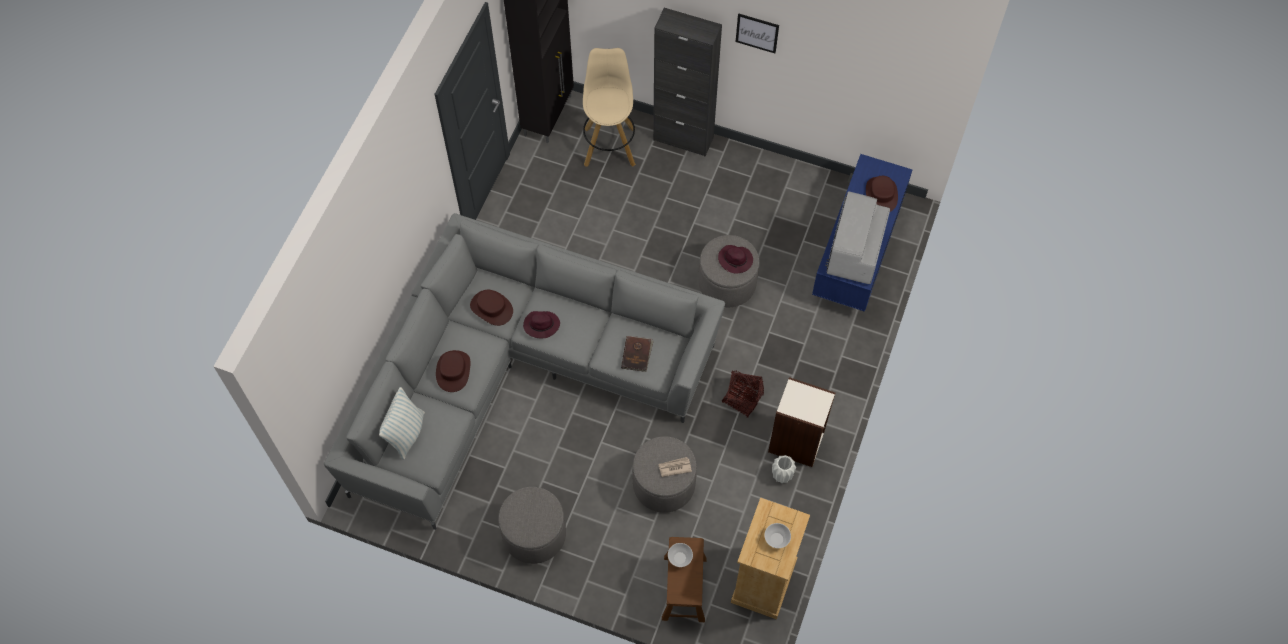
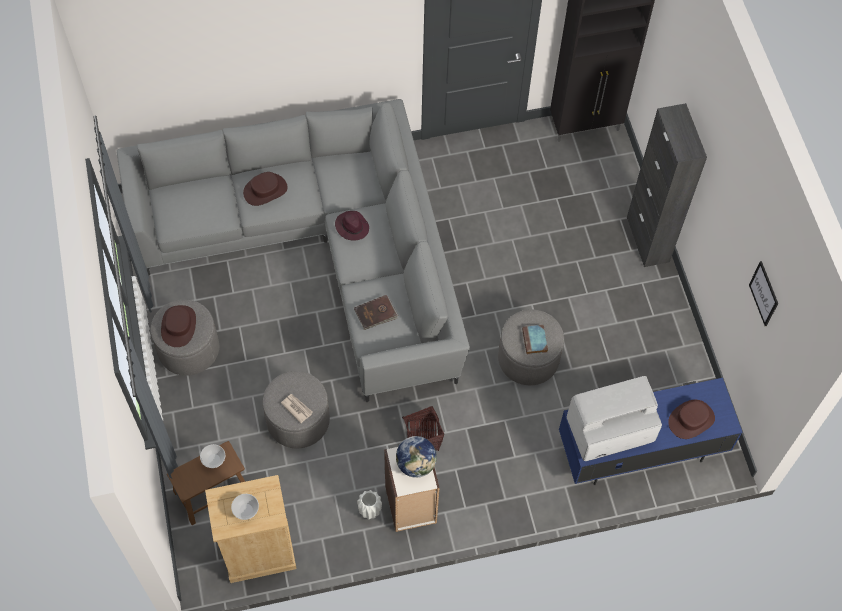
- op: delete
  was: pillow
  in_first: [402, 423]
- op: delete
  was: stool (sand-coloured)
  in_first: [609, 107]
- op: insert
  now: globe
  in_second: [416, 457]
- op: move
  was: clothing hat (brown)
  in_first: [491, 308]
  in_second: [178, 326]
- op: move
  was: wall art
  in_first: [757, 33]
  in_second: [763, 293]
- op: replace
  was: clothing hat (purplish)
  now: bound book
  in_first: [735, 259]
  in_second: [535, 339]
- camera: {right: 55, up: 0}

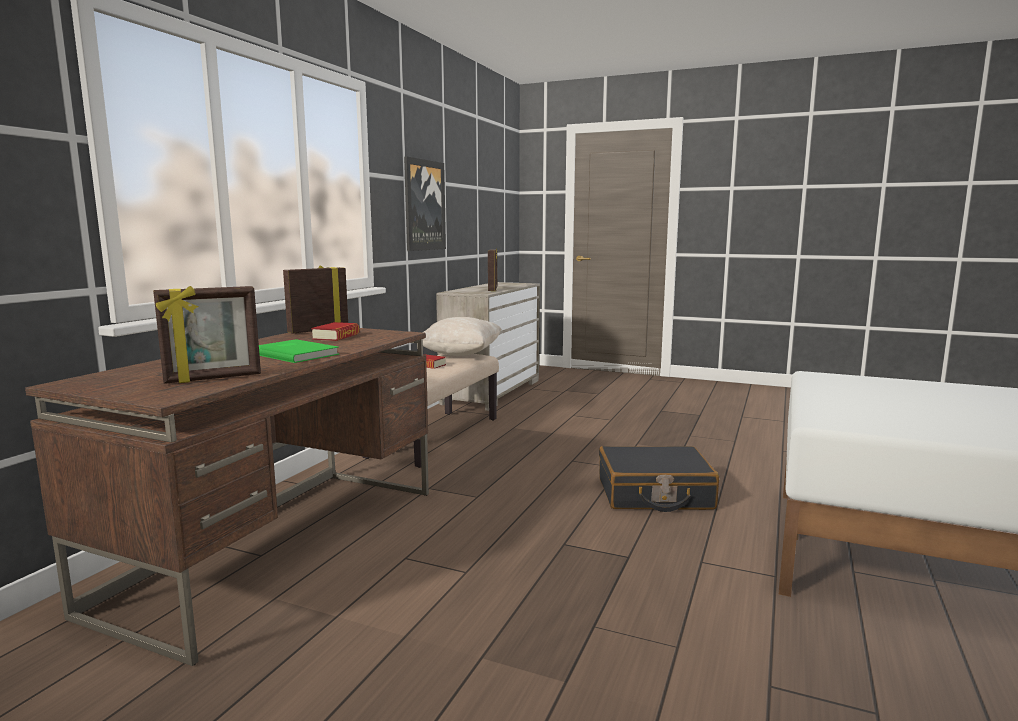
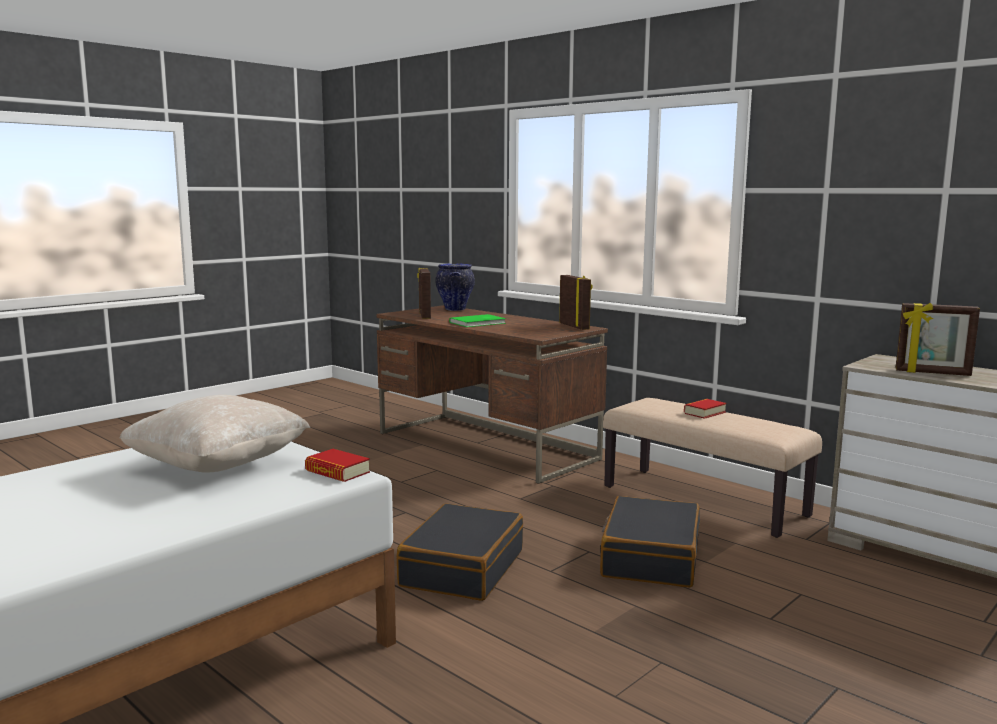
- op: delete
  was: wall art
  in_first: [425, 203]
- op: insert
  now: flower vase
  in_second: [455, 287]
- op: insert
  now: suitcase (black)
  in_second: [650, 541]
- op: move
  was: bound book
  in_first: [335, 331]
  in_second: [337, 465]
- op: move
  was: pillow (sand-coloured)
  in_first: [462, 336]
  in_second: [214, 434]
- camera: {right: 110, up: 0}

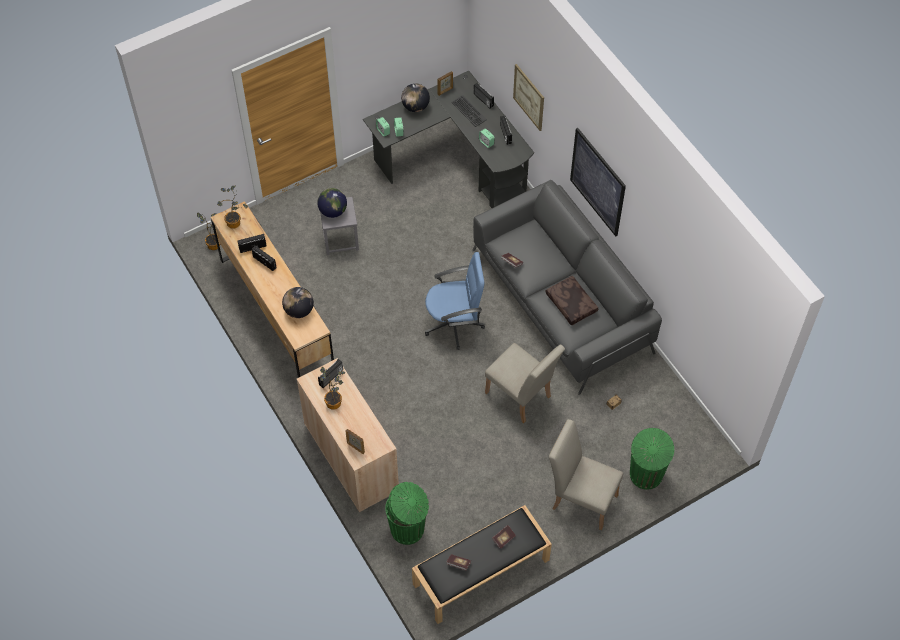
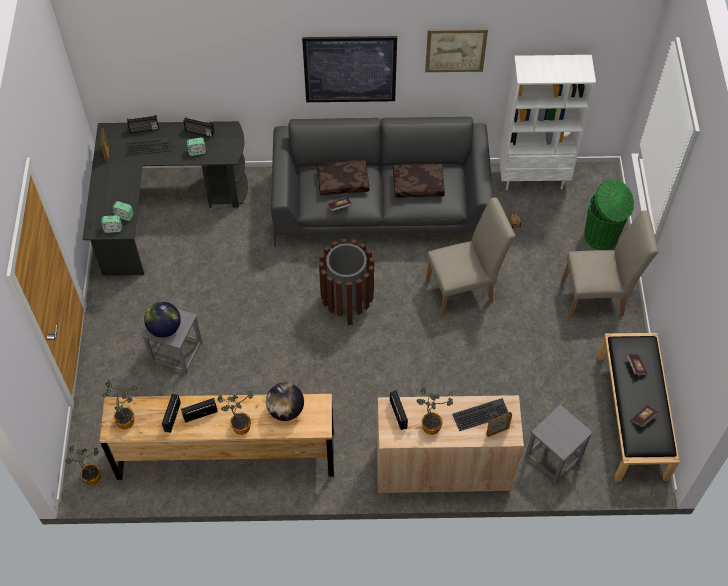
- op: delete
  was: globe
  in_first: [415, 97]
- op: insert
  now: plant in a pot
  in_second: [235, 413]
- op: insert
  now: pillow (brown)
  in_second: [343, 177]
- op: insert
  now: PC keyboard
  in_second: [480, 414]
- op: insert
  now: bookcase (white-coloured)
  in_second: [547, 122]
- op: move
  was: wall art
  in_first: [528, 97]
  in_second: [456, 50]
- op: replace
  was: trash can (green)
  now: stool (grey)
  in_first: [407, 513]
  in_second: [559, 444]
- op: replace
  was: computer chair (blue)
  now: trash can (brown)
  in_first: [455, 301]
  in_second: [346, 282]
- op: rotate
  was: upright chair (sand-coloured)
  in_first: [586, 475]
  in_second: [609, 264]
  clockwise: -150
- camera: {right: -60, up: 0}

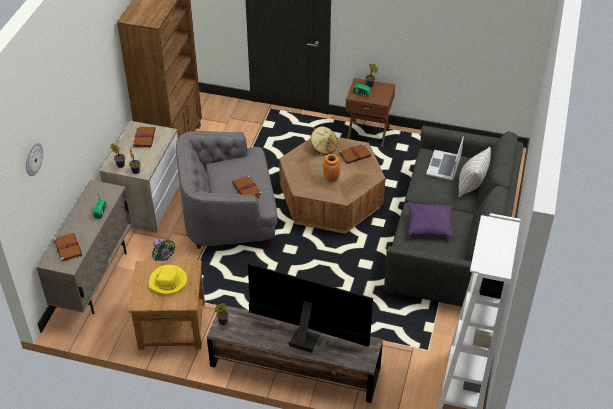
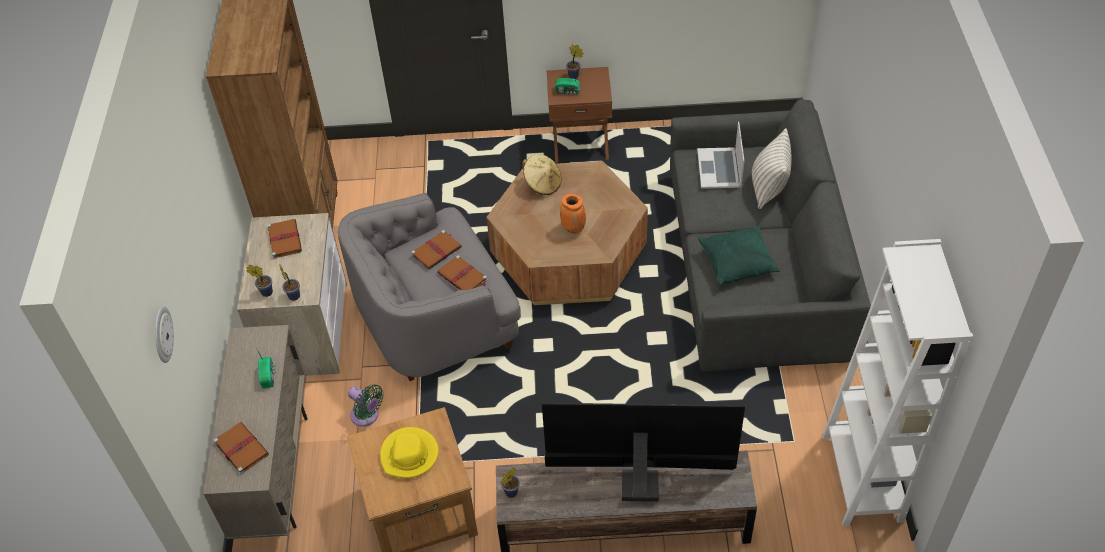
- op: move
  was: bound book (brown)
  in_first: [355, 154]
  in_second: [436, 250]
- op: recolor
  was: pillow (purplish)
  now: pillow (green)
  in_first: [430, 220]
  in_second: [739, 255]
- camera: {right: -15, up: 5}

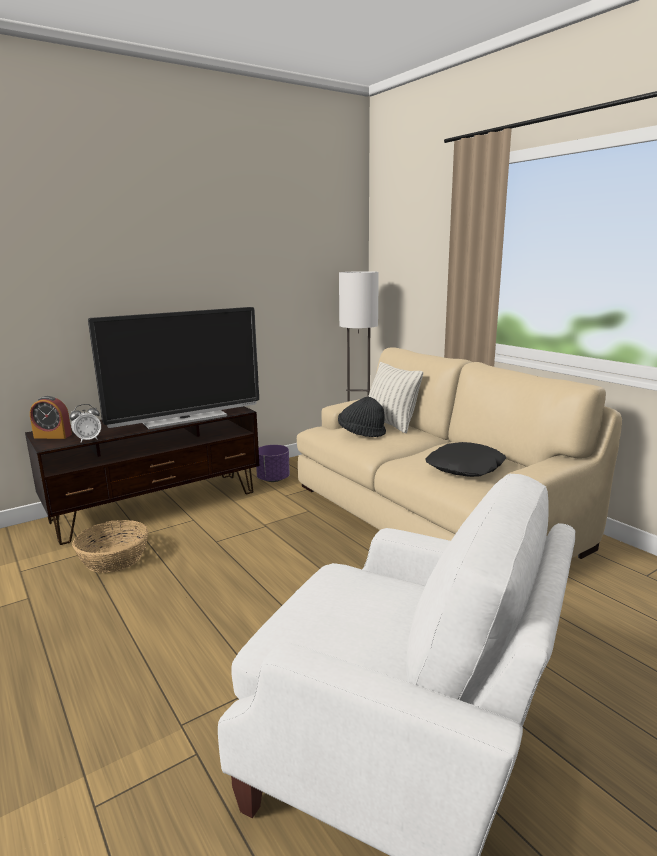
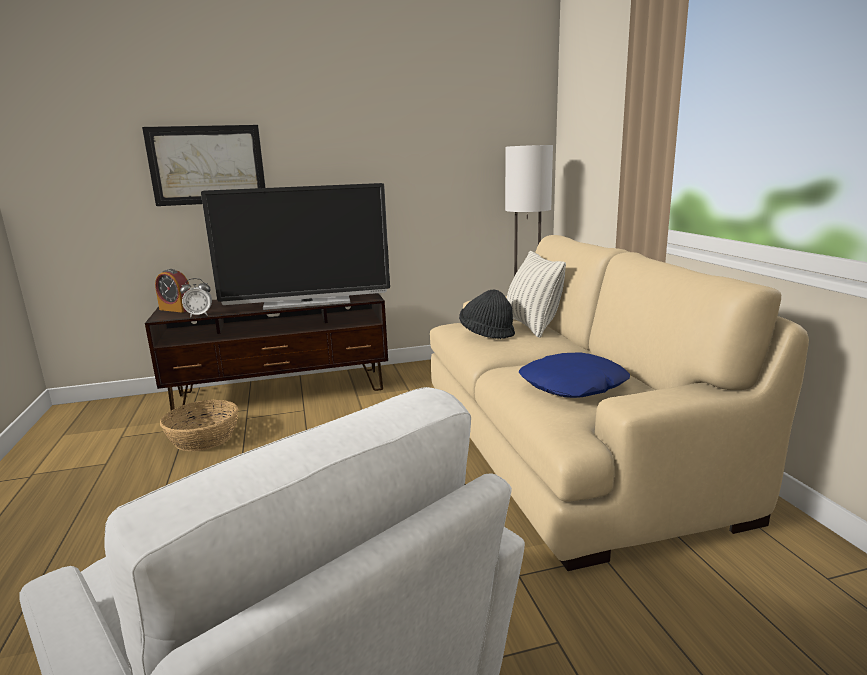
- op: delete
  was: planter (purplish)
  in_first: [273, 463]
- op: insert
  now: wall art
  in_second: [203, 165]
- op: recolor
  was: pillow (black)
  now: pillow (blue)
  in_first: [466, 459]
  in_second: [574, 375]
- camera: {right: 20, up: 0}

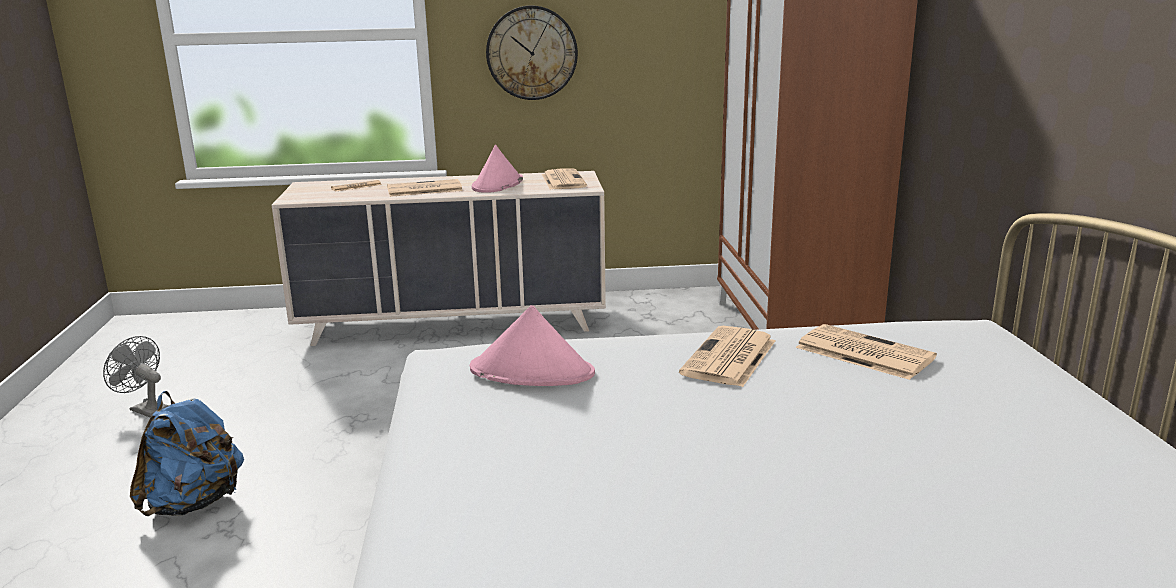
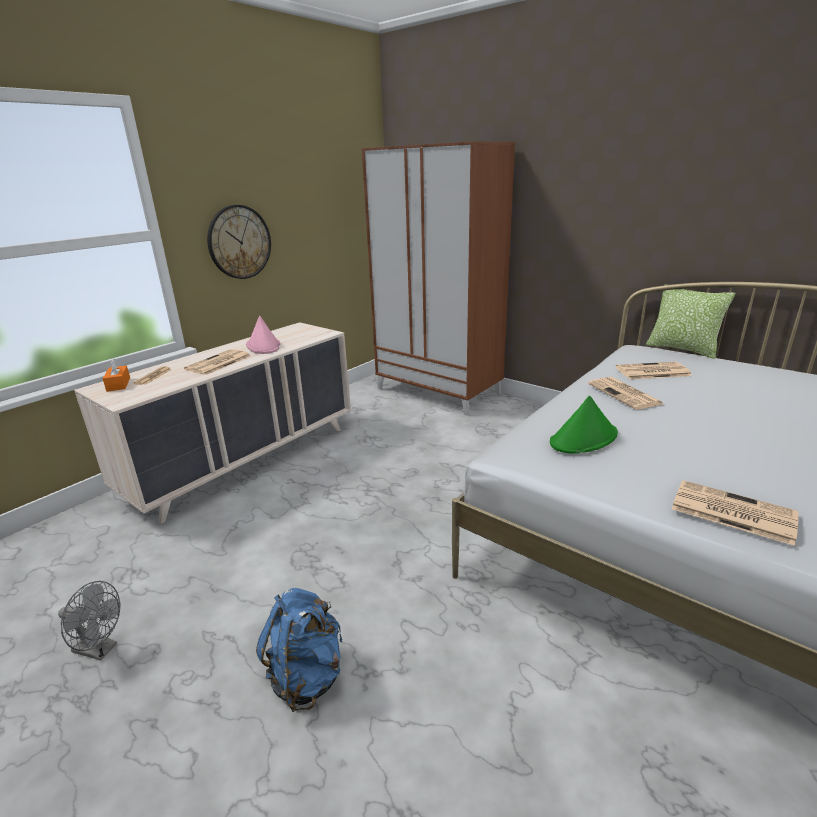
- op: insert
  now: box of tissues (orangey)
  in_second: [116, 375]
- op: insert
  now: pillow
  in_second: [690, 321]
- op: move
  was: newspaper
  in_first: [564, 178]
  in_second: [735, 513]
- op: recolor
  was: clothing hat (pink)
  now: clothing hat (green)
  in_first: [532, 345]
  in_second: [584, 424]
- op: rotate
  was: electric fan (grey)
  in_first: [135, 377]
  in_second: [89, 620]
  clockwise: -150
- camera: {right: -45, up: 5}

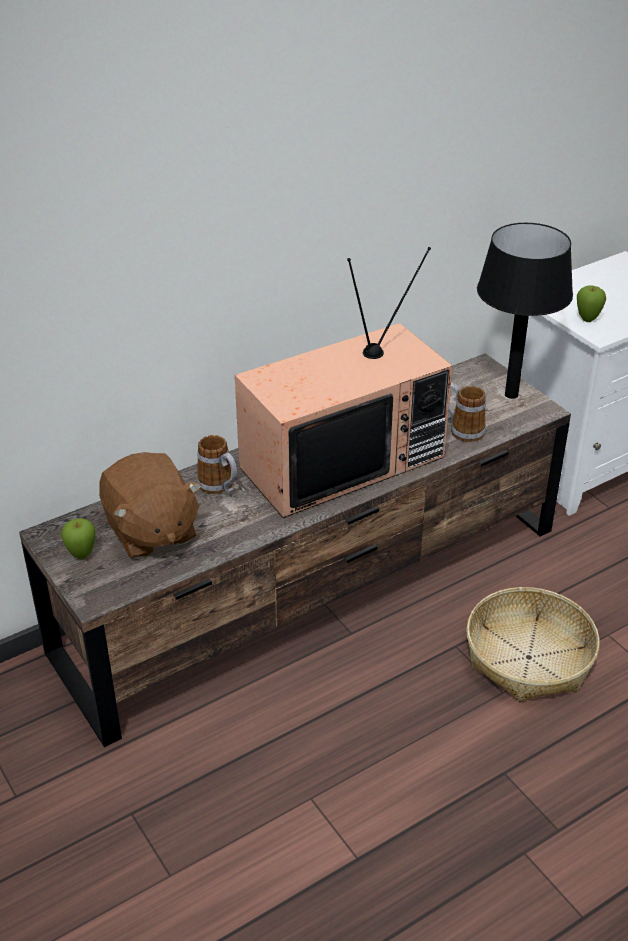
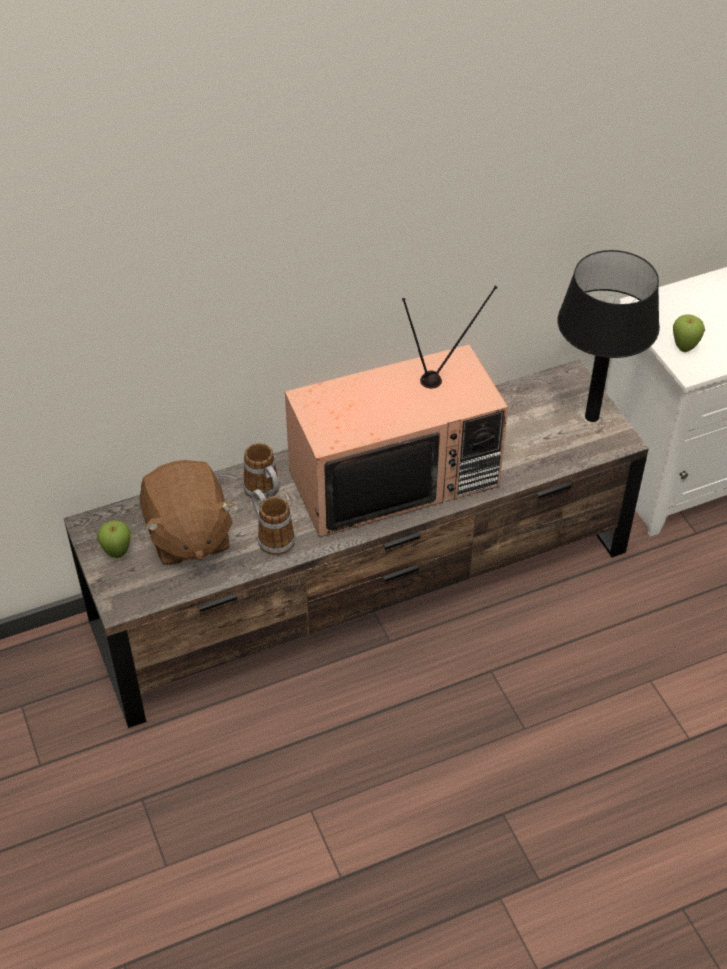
- op: delete
  was: basket
  in_first: [533, 644]
- op: move
  was: mug
  in_first: [467, 412]
  in_second: [273, 522]
- camera: {right: 10, up: 10}

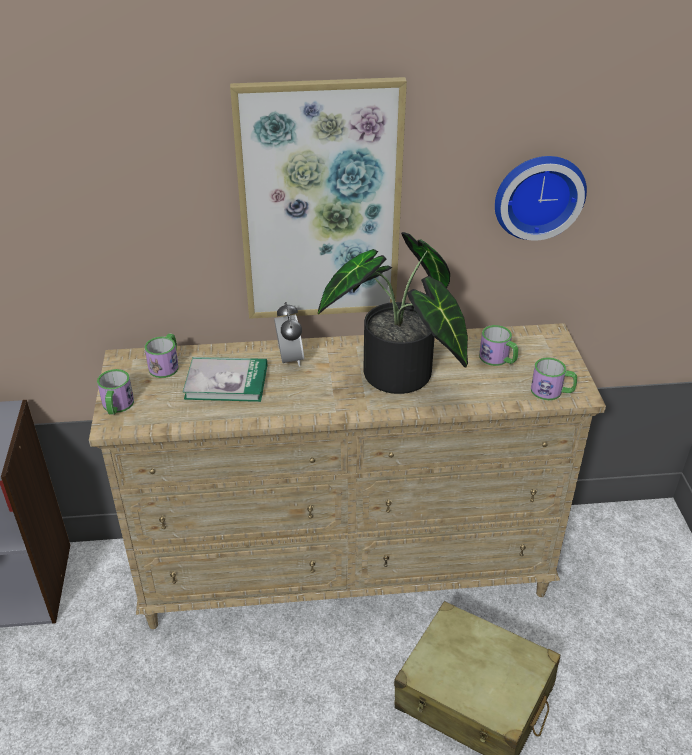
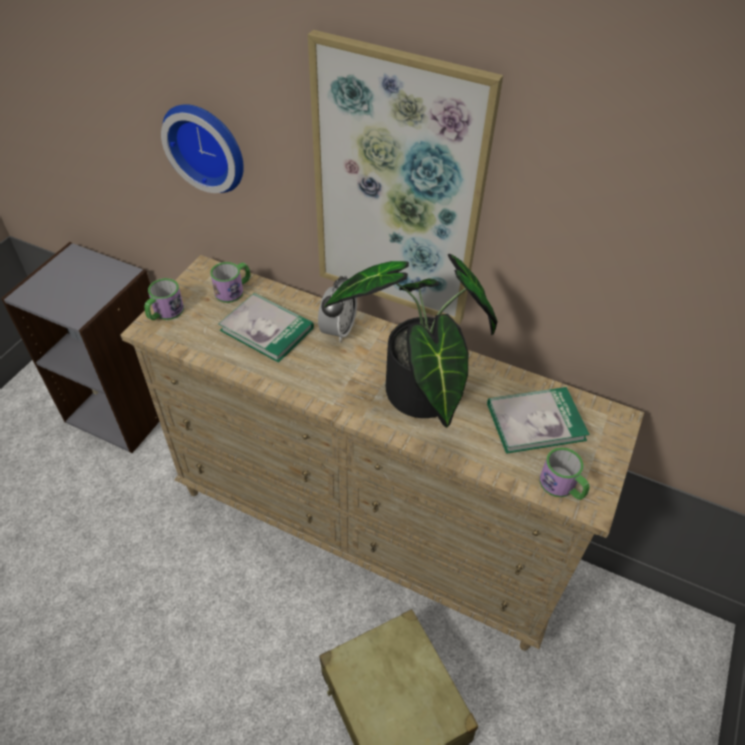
- op: move
  was: clock on the wall
  in_first: [541, 198]
  in_second: [202, 148]
- op: replace
  was: mug
  now: bound book
  in_first: [498, 345]
  in_second: [538, 420]
- camera: {right: 30, up: 10}

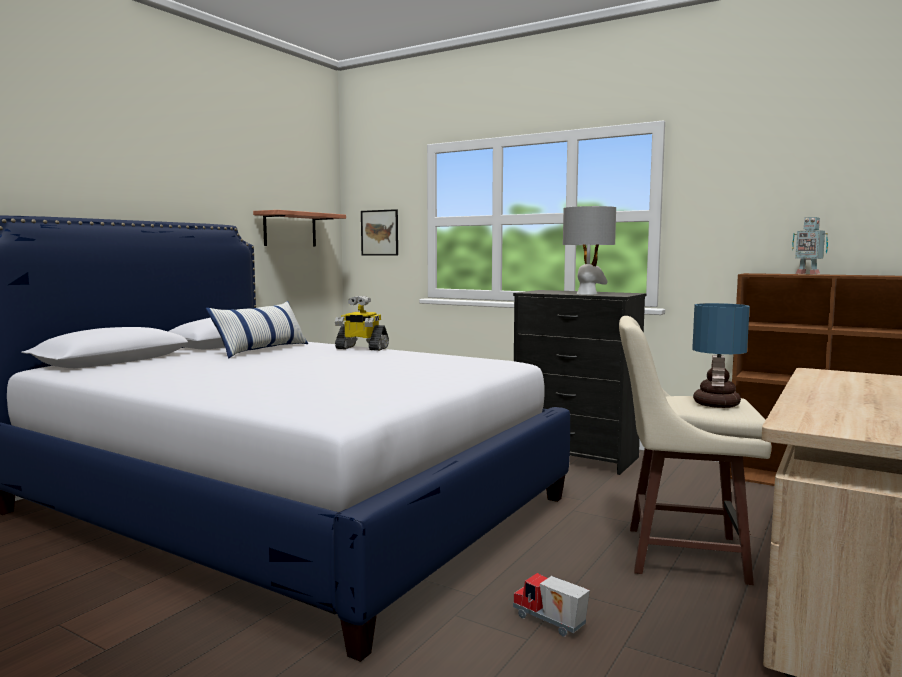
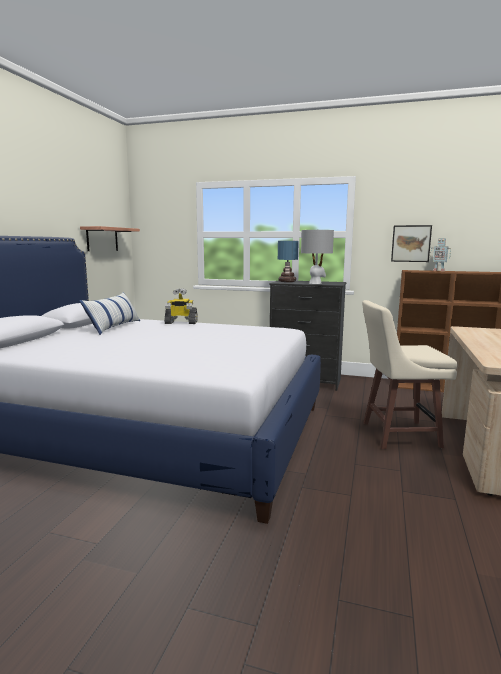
- op: delete
  was: model truck
  in_first: [551, 605]
- op: move
  was: wall art
  in_first: [379, 232]
  in_second: [411, 243]
- op: move
  was: tabletop lamp
  in_first: [721, 355]
  in_second: [288, 261]
- camera: {right: -15, up: 5}

